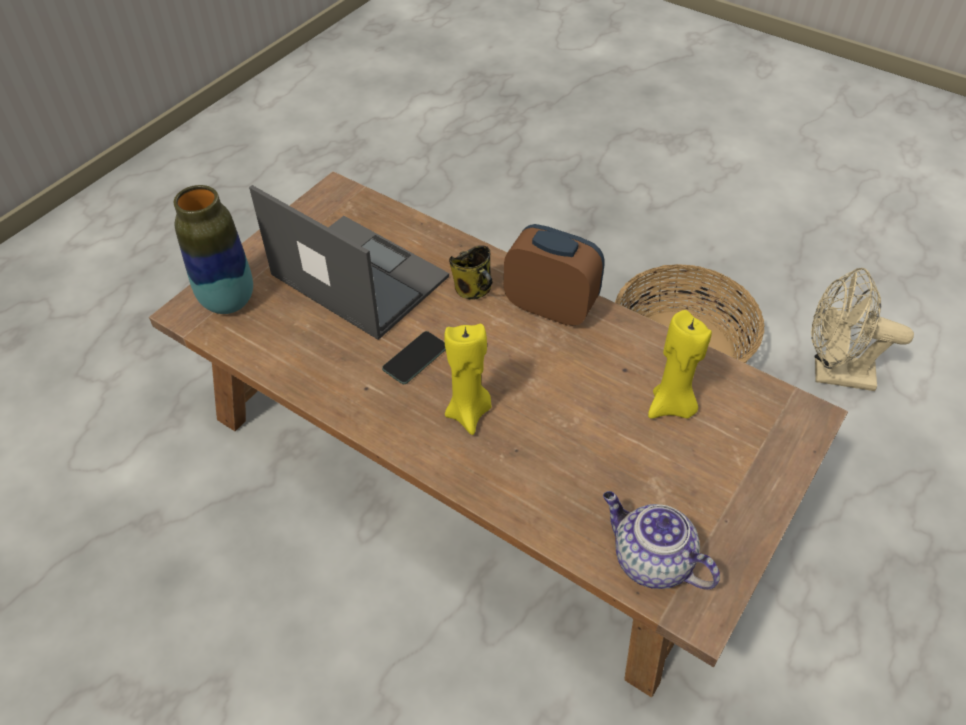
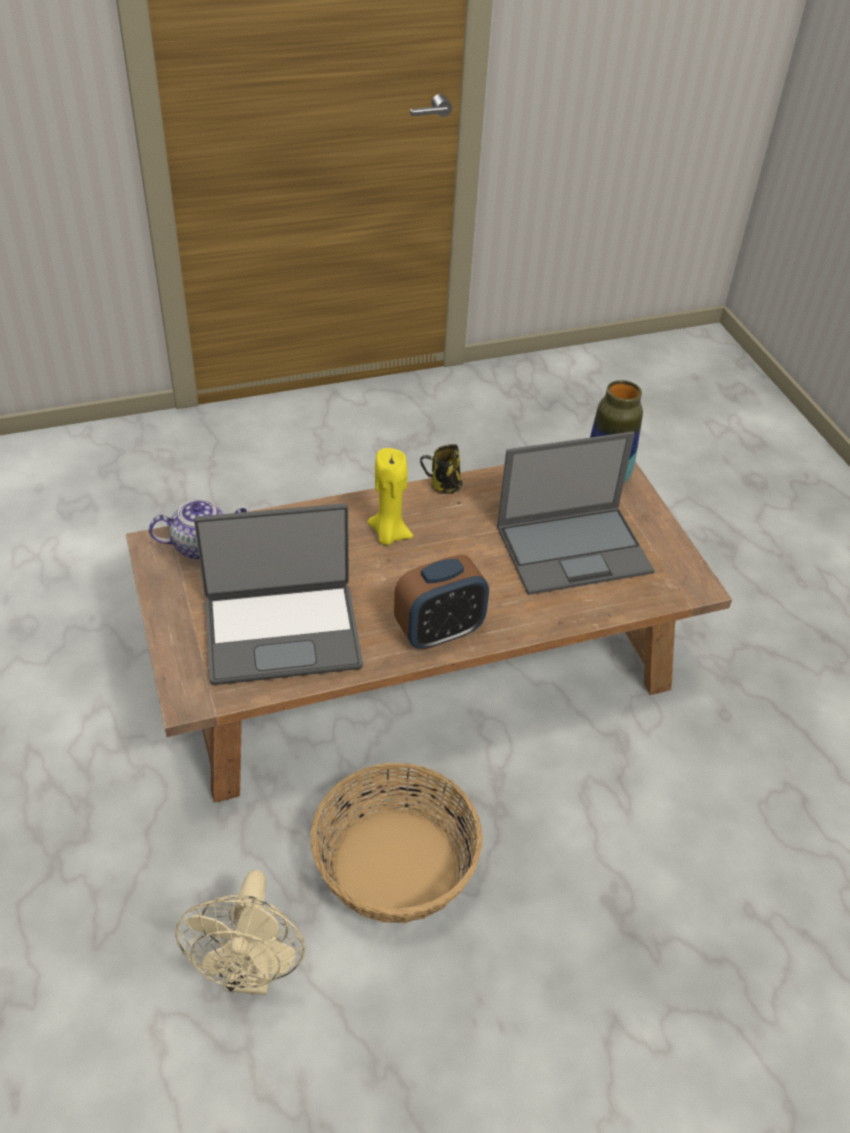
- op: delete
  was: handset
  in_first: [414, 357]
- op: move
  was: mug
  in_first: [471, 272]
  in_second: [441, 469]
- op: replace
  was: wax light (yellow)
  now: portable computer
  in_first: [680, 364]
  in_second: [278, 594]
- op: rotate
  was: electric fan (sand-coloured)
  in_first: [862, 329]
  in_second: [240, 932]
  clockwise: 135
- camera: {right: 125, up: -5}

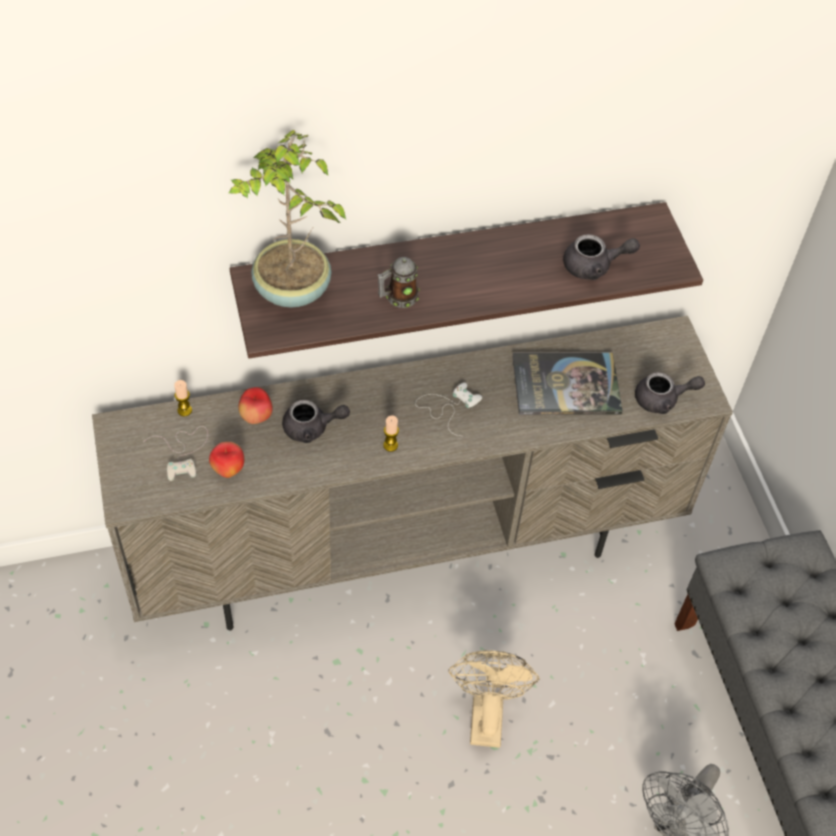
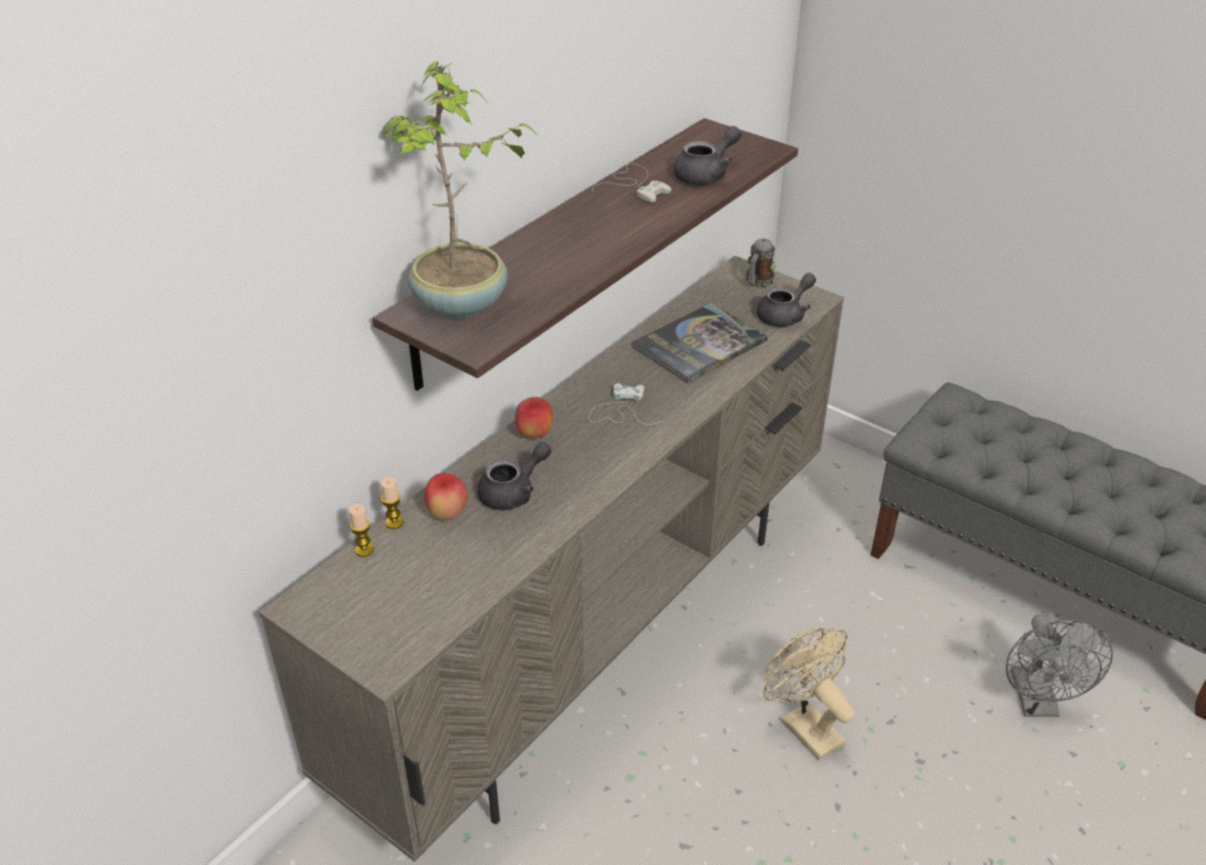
- op: move
  was: joypad (white-coloured)
  in_first: [177, 453]
  in_second: [631, 183]
- op: move
  was: whole apple
  in_first: [226, 460]
  in_second: [534, 417]
- op: move
  was: mug
  in_first: [398, 282]
  in_second: [760, 262]
- op: move
  was: wax light
  in_first: [391, 433]
  in_second: [392, 503]
- camera: {right: -35, up: -15}

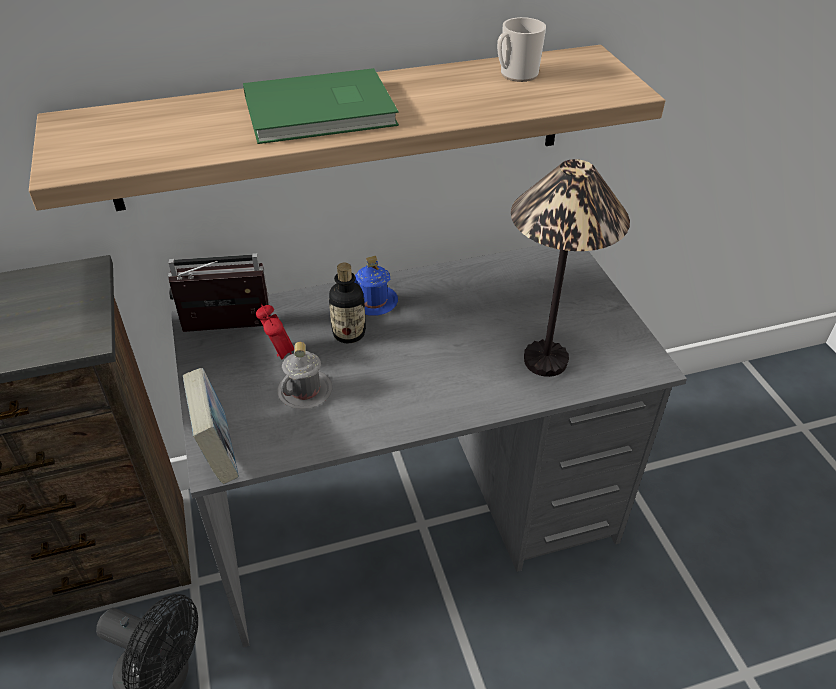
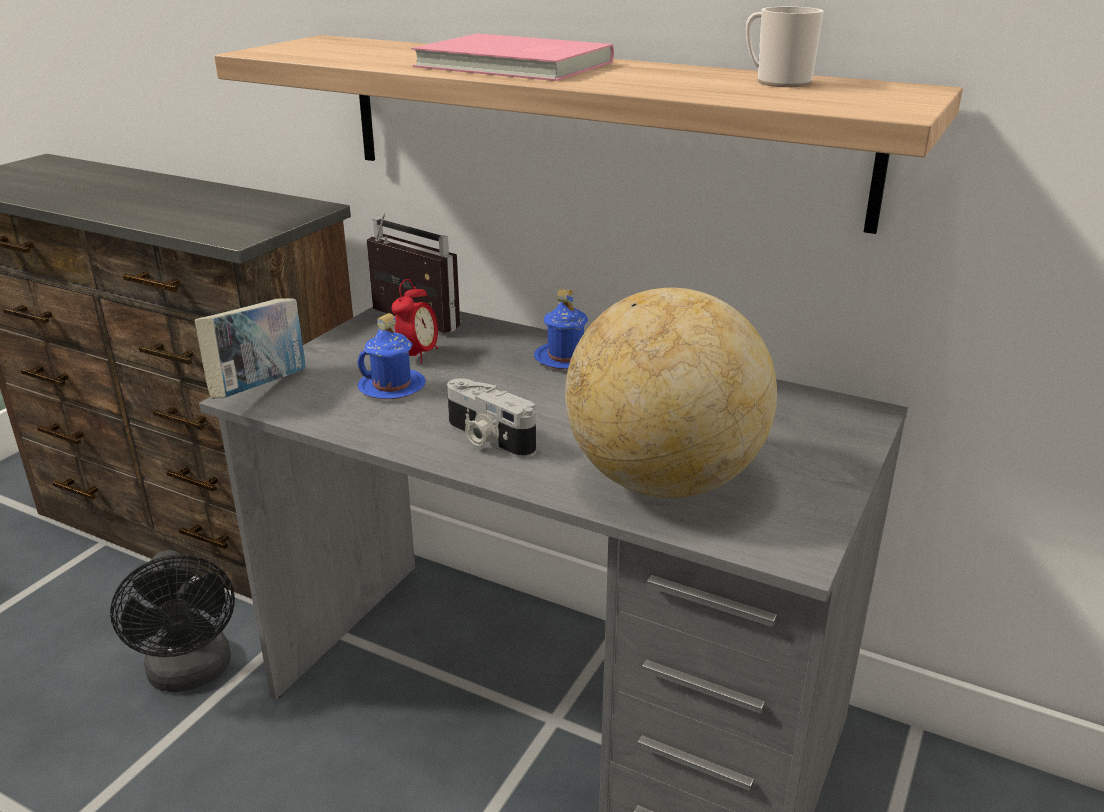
- op: delete
  was: bottle
  in_first: [347, 303]
- op: insert
  now: photo camera
  in_second: [491, 418]
- op: replace
  was: tabletop lamp
  now: globe
  in_first: [570, 268]
  in_second: [671, 393]
- op: recolor
  was: bound book (green)
  now: bound book (pink)
  in_first: [321, 106]
  in_second: [512, 57]
- op: recolor
  was: mug (grey)
  now: mug (blue)
  in_first: [304, 375]
  in_second: [392, 356]
- camera: {right: 45, up: -15}

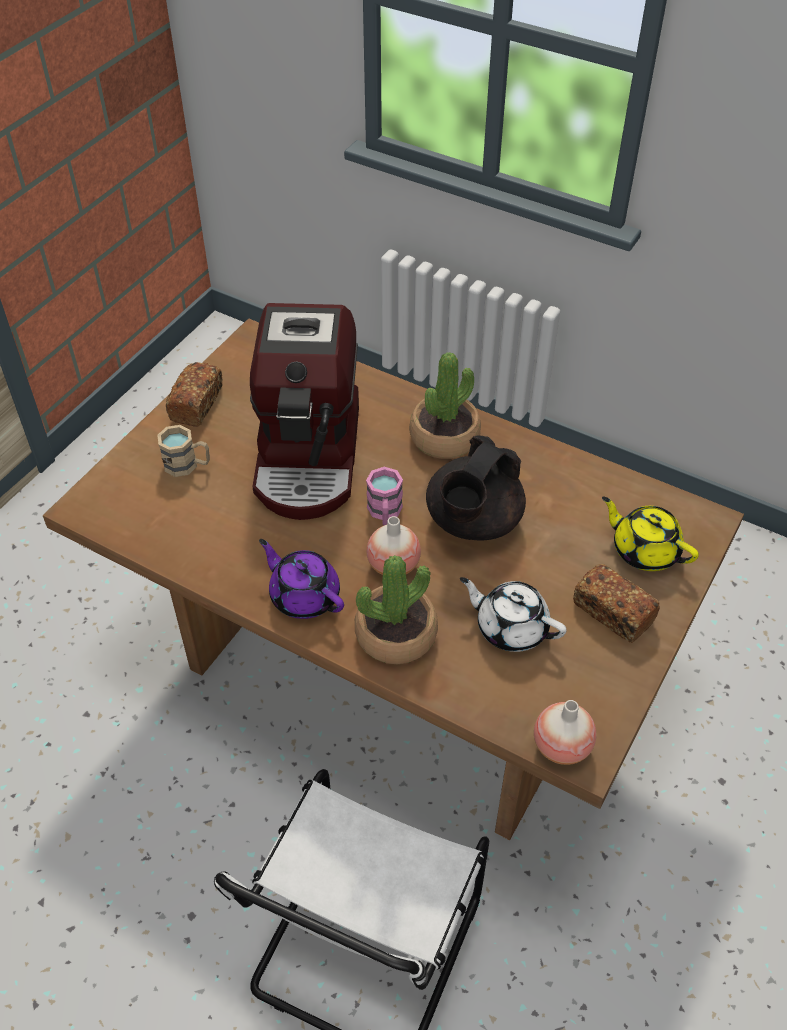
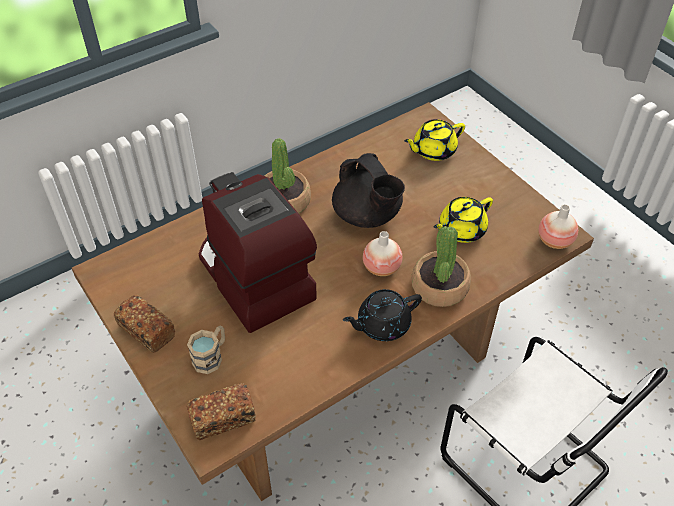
- op: delete
  was: mug (pink)
  in_first: [384, 496]
- op: move
  was: bakery bread
  in_first: [616, 603]
  in_second: [221, 411]
- op: recolor
  was: teapot (purplish)
  now: teapot (black)
  in_first: [301, 579]
  in_second: [382, 315]
- op: recolor
  was: teapot (white-coloured)
  now: teapot (yellow)
  in_first: [513, 614]
  in_second: [463, 220]
- op: rotate
  was: coffee brewer
  in_first: [304, 411]
  in_second: [258, 252]
  clockwise: -150
- camera: {right: -65, up: 0}

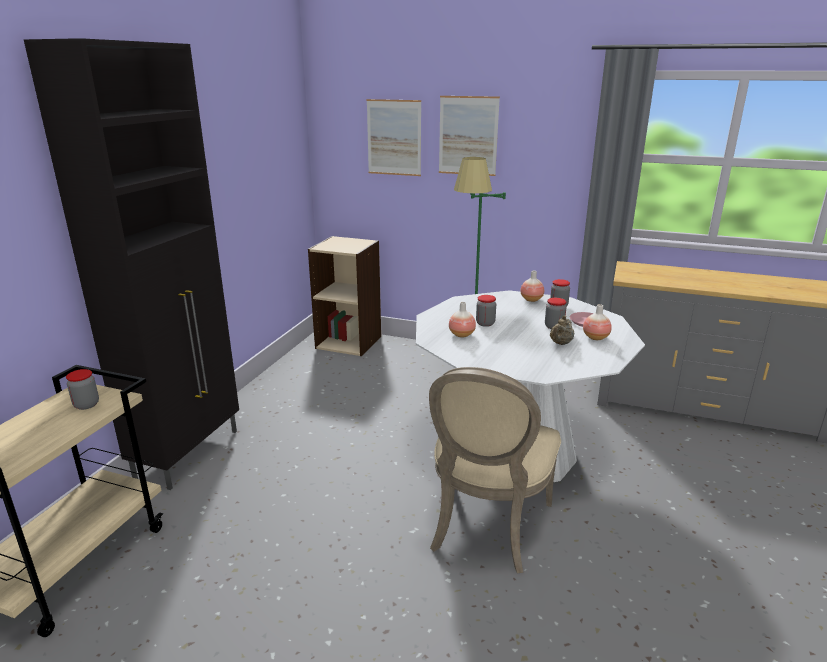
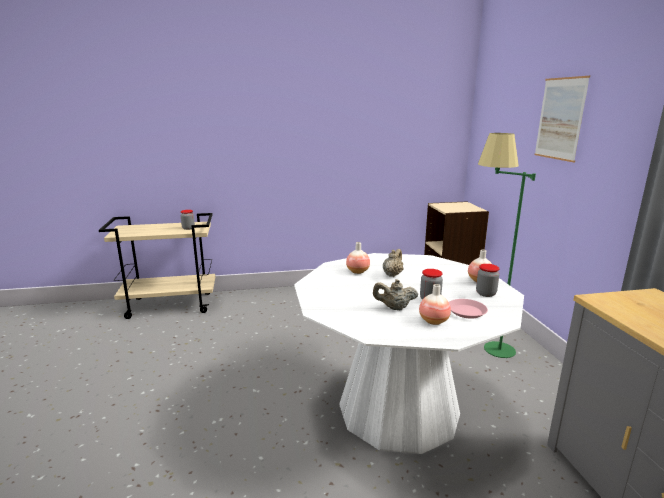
- op: delete
  was: cupboard (black)
  in_first: [131, 264]
- op: delete
  was: wall art
  in_first: [393, 137]
- op: delete
  was: upright chair (sand-coloured)
  in_first: [495, 470]
- op: replace
  was: jar
  now: teapot (sand-coloured)
  in_first: [486, 311]
  in_second: [393, 263]
- camera: {right: 60, up: -5}

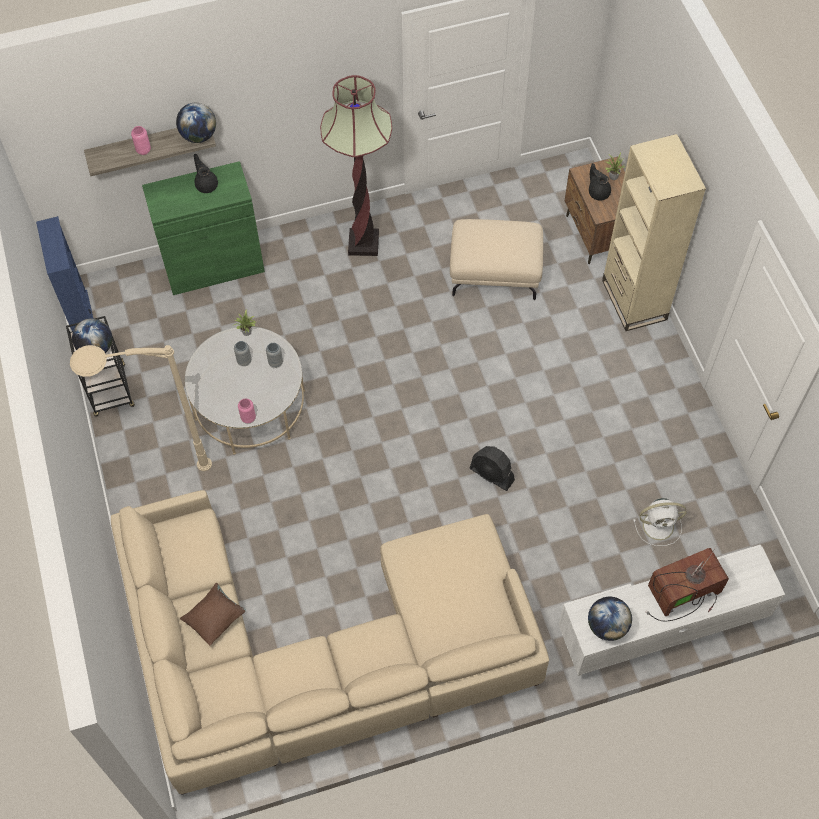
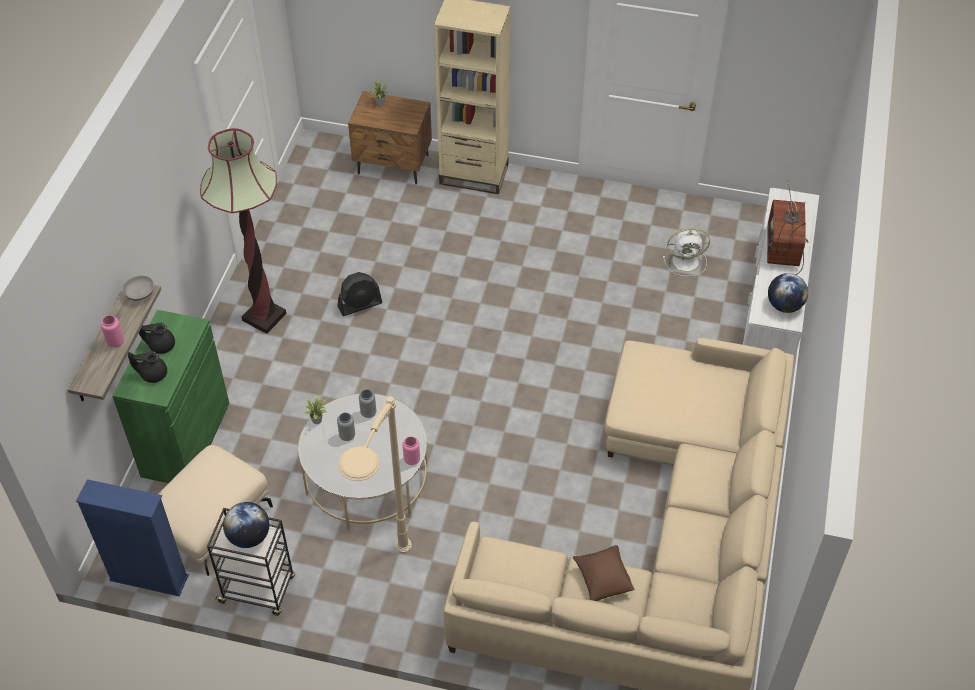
- op: move
  was: footrest (sand-coloured)
  in_first: [496, 259]
  in_second: [215, 510]
- op: move
  was: electric fan (black)
  in_first: [492, 468]
  in_second: [360, 294]
- op: move
  was: teapot (black)
  in_first: [600, 182]
  in_second: [147, 367]
- op: replace
  was: globe
  now: bowl (grey)
  in_first: [196, 123]
  in_second: [138, 288]
- op: rotate
  was: electric fan (white-coloured)
  in_first: [660, 522]
  in_second: [686, 252]
  clockwise: 60
- camera: {right: -60, up: -10}

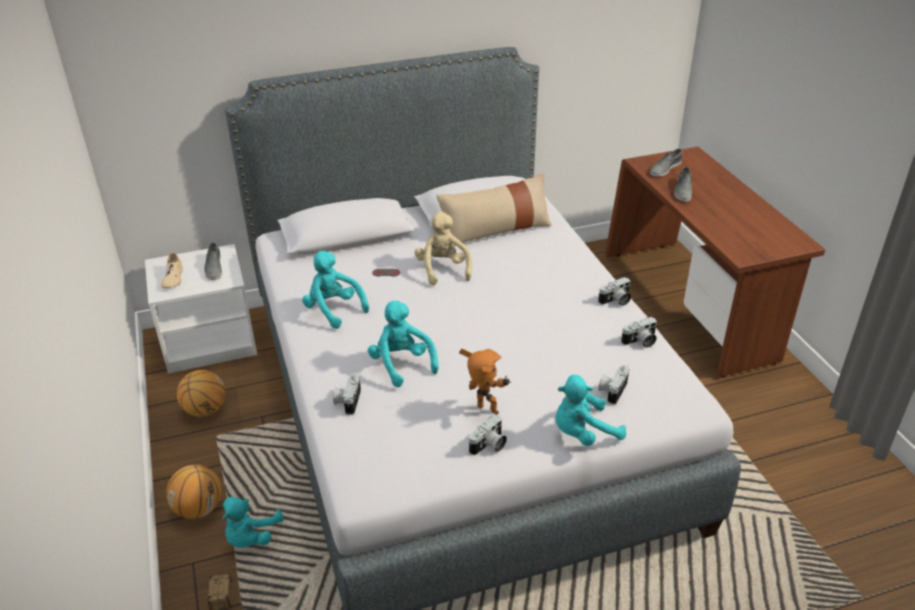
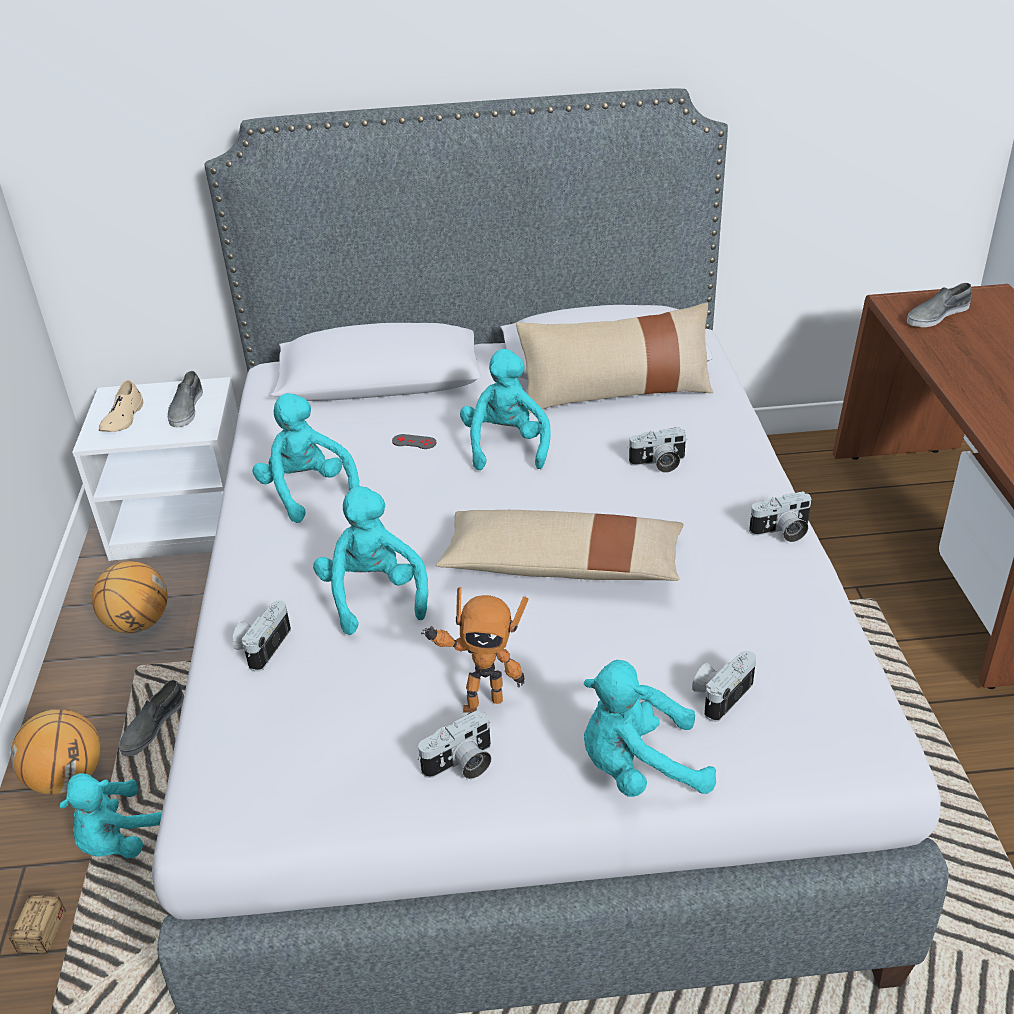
- op: insert
  now: pillow (sand-coloured)
  in_second: [559, 545]
- op: move
  was: photo camera
  in_first: [639, 332]
  in_second: [657, 450]
- op: move
  was: shoe (grey)
  in_first: [683, 184]
  in_second: [151, 718]
- op: recolor
  was: cuddly toy (sand-coloured)
  now: cuddly toy (blue-green)
  in_first: [443, 249]
  in_second: [505, 409]
- op: rotate
  was: robot figure
  in_first: [485, 382]
  in_second: [474, 650]
  clockwise: 120
- camera: {right: 15, up: 0}

